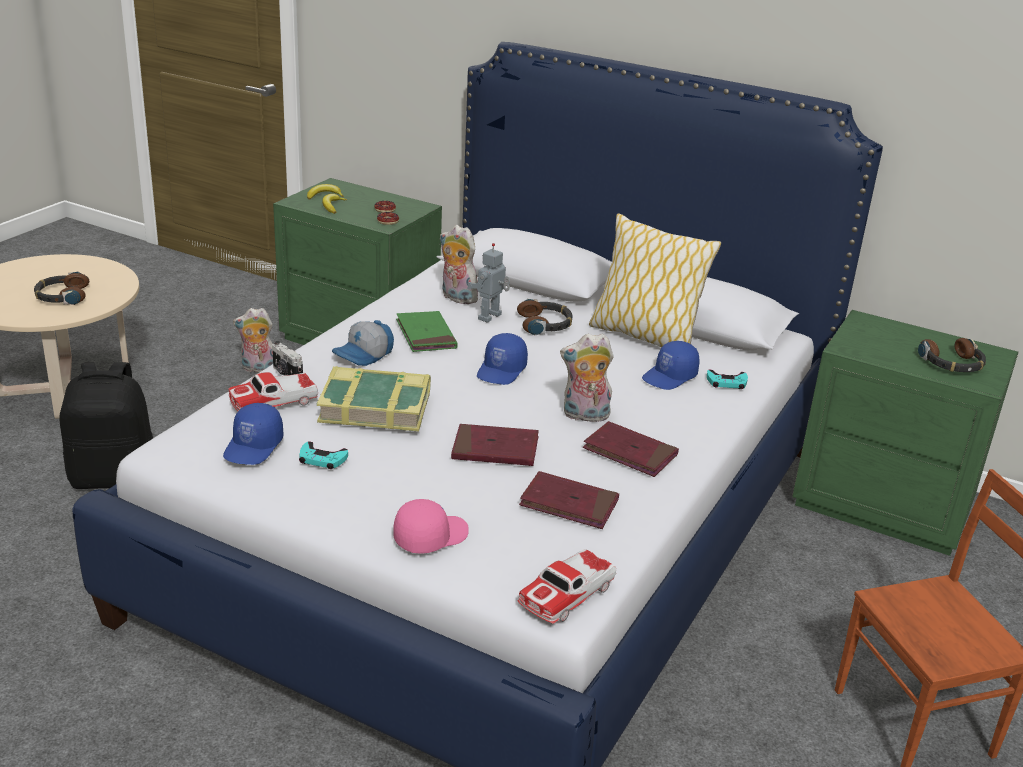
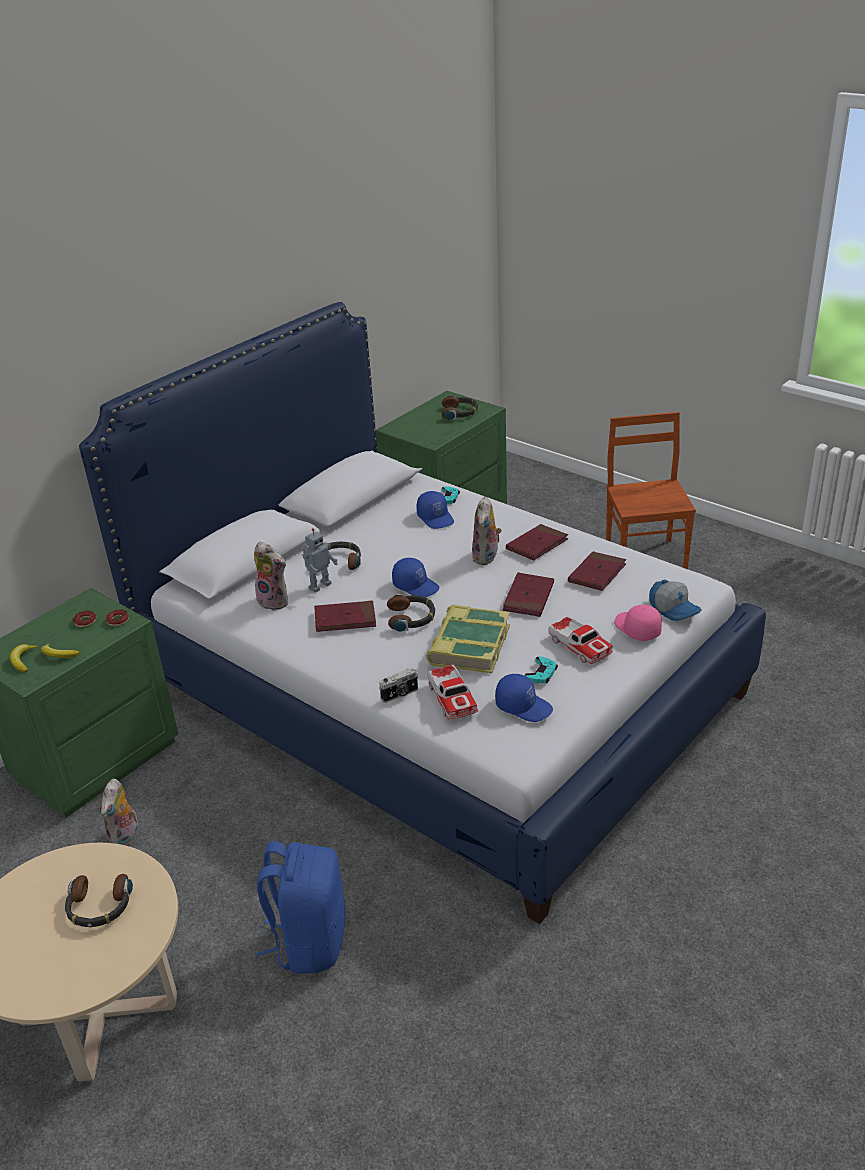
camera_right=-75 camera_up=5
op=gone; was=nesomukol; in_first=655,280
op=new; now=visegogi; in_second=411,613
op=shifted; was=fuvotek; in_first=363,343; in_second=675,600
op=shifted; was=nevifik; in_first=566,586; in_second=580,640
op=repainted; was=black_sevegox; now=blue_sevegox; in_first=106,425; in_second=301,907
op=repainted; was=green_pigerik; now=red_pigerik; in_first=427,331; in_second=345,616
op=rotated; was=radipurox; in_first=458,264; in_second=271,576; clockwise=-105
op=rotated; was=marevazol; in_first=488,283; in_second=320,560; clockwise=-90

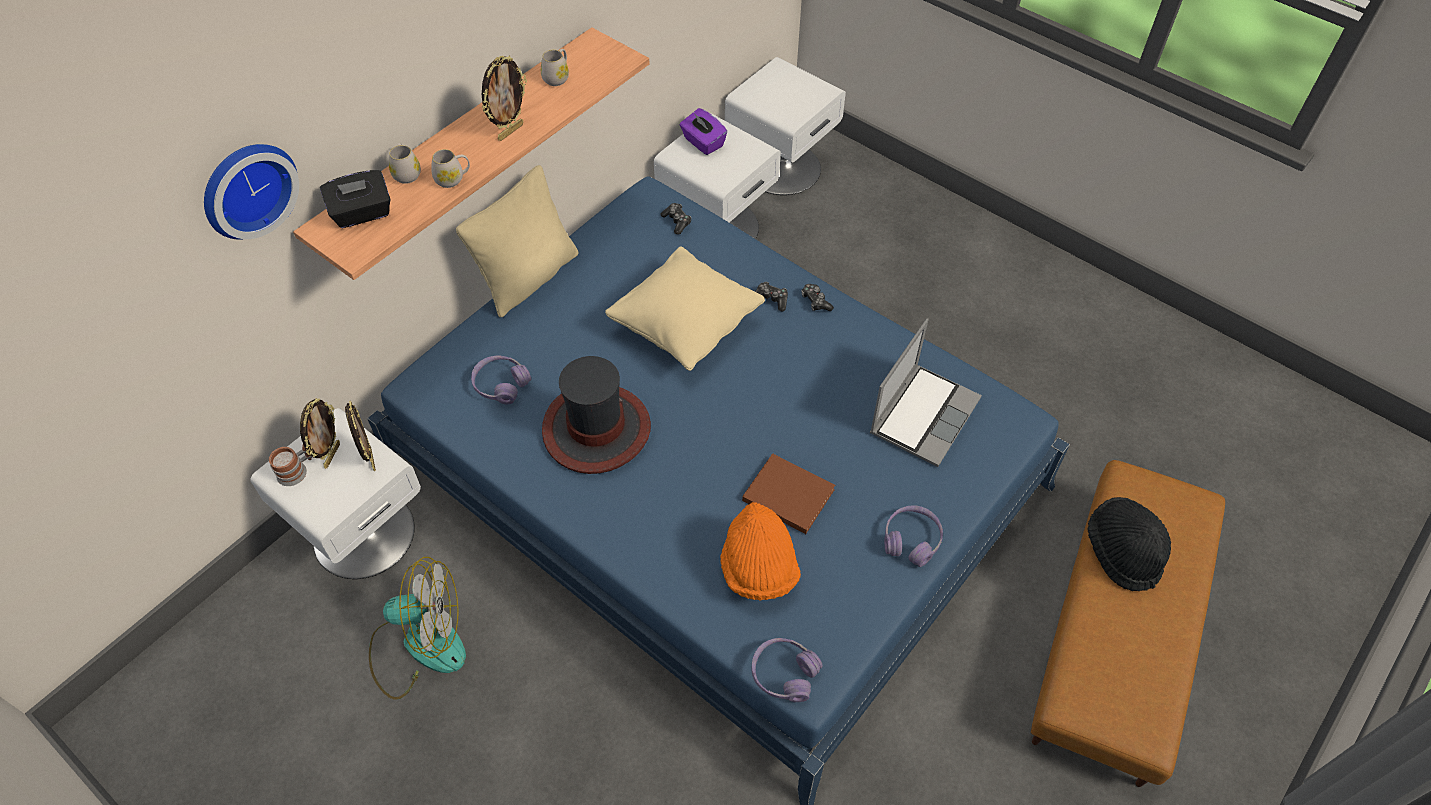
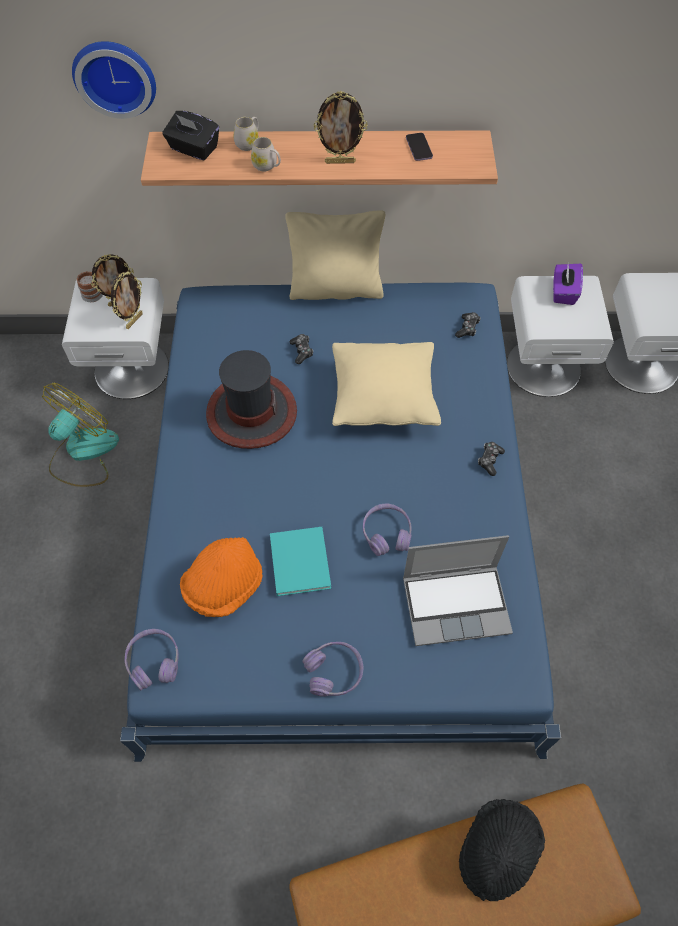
camera_right=50 camera_up=5
op=shifted; was=purple_visegogi; in_first=501,380; in_second=387,530
op=shifted; was=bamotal; in_first=771,297; in_second=301,349
op=swapped; was=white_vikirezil; now=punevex; in_first=555,67; in_second=419,147
op=repainted; was=brown_pigerik; now=turquoise_pigerik; in_first=788,493; in_second=300,561
op=rotated; was=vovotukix; in_first=417,628; in_second=80,435; clockwise=-105

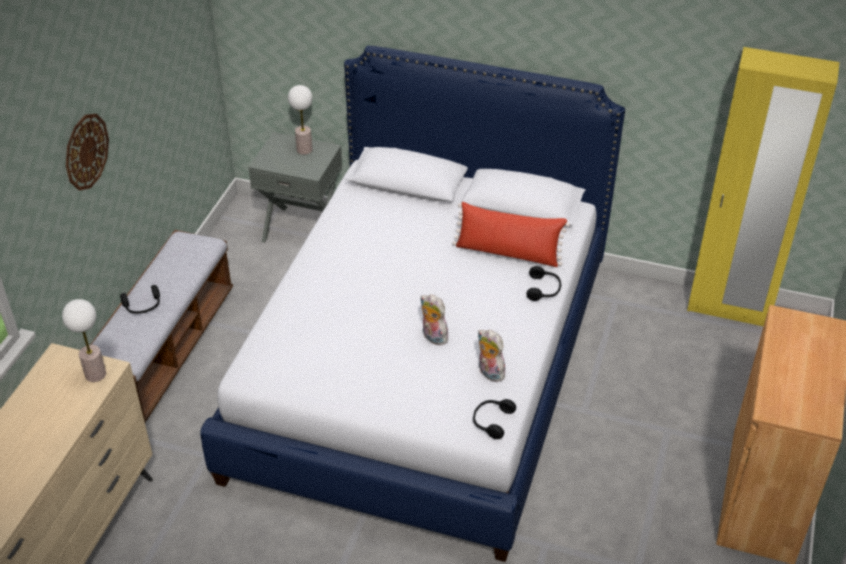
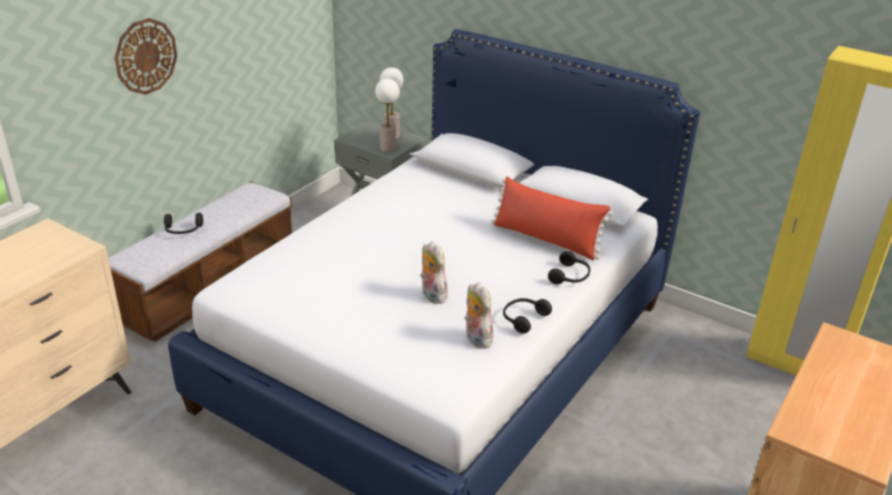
camera_right=15 camera_up=-10
op=shifted; was=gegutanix; in_first=84,340; in_second=387,115
op=shifted; was=black_visegogi; in_first=494,419; in_second=527,316

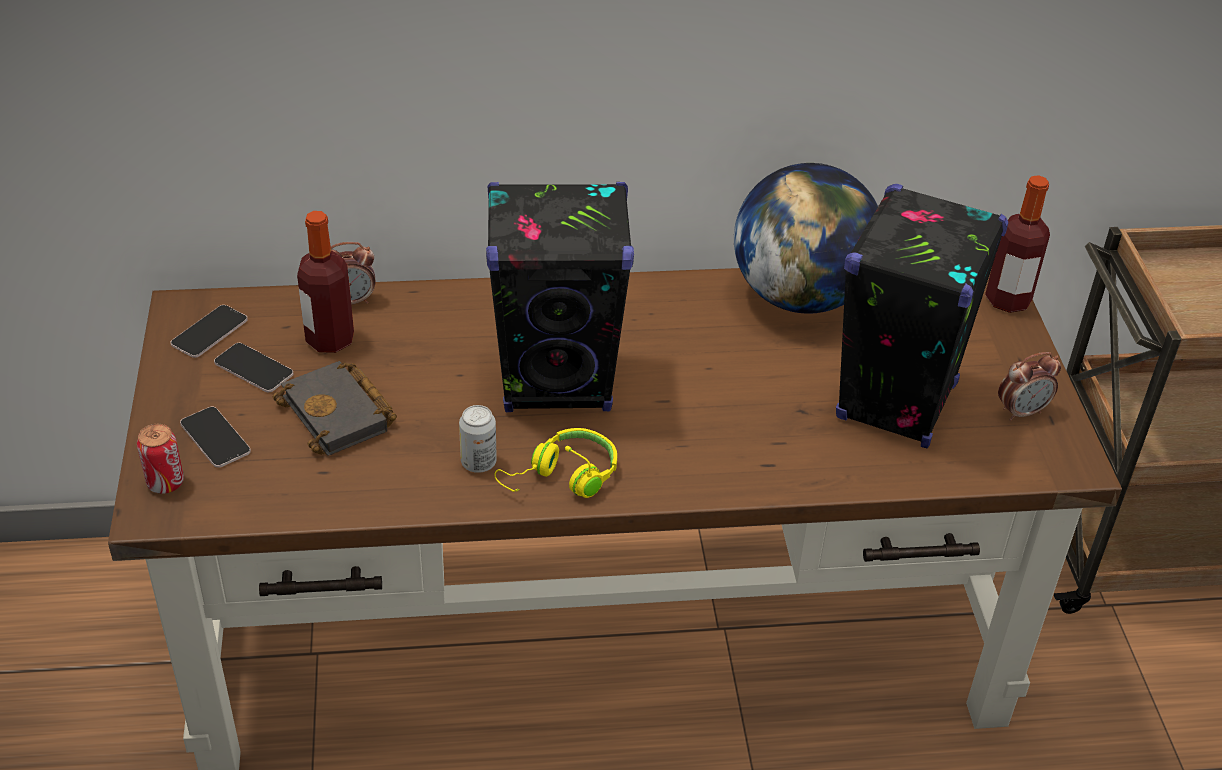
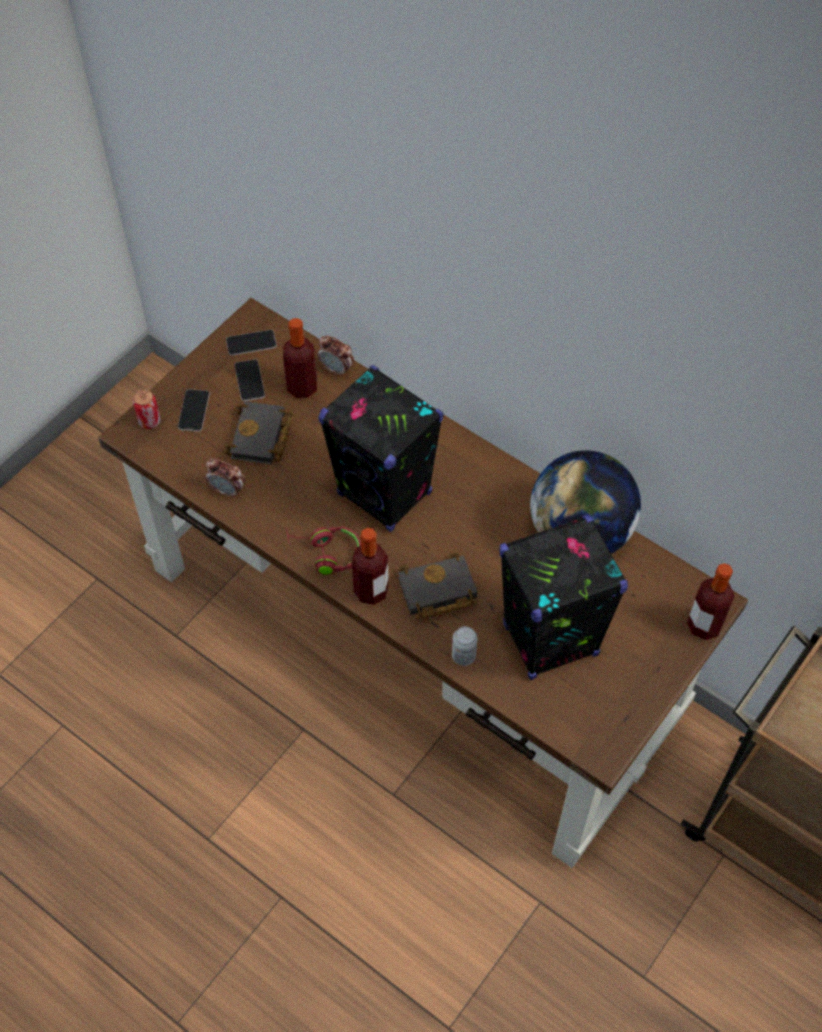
camera_right=45 camera_up=15
op=new; now=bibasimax; in_second=370,566
op=new; now=black_pigerik; in_second=437,586
op=shifted; was=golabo; in_first=477,439; in_second=464,646
op=shifted; was=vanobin; in_first=1029,386; in_second=225,478
op=repainted; was=yellow_visegogi; now=red_visegogi; in_first=555,463; in_second=323,550

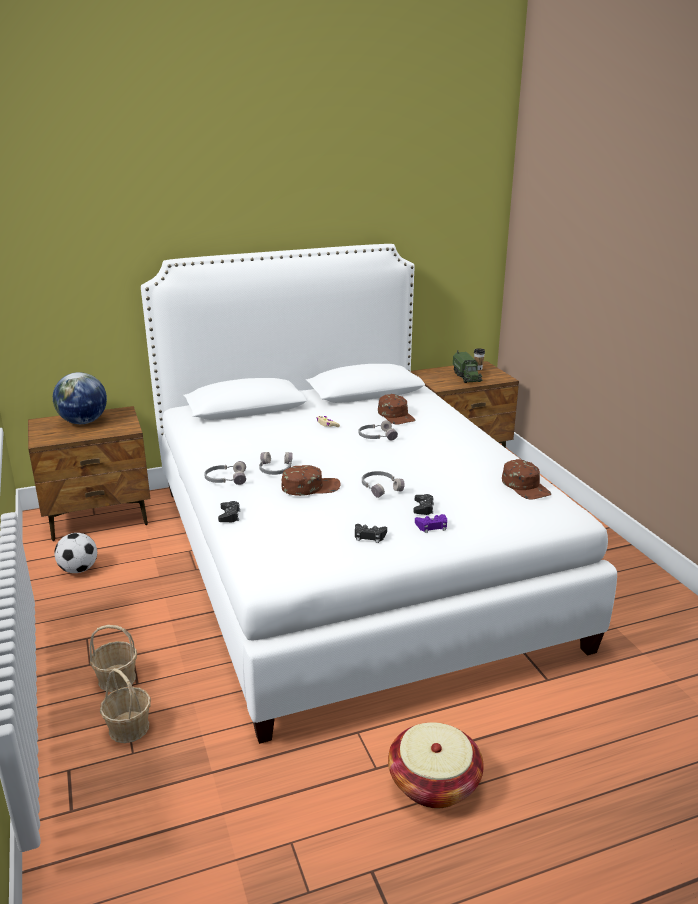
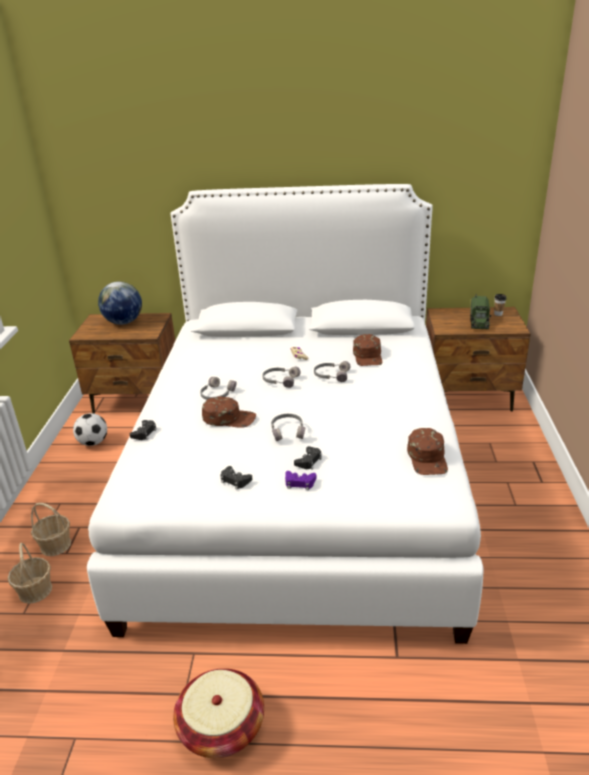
camera_right=25 camera_up=5
op=shifted; was=grey_visegogi; in_first=225,473; in_second=281,377

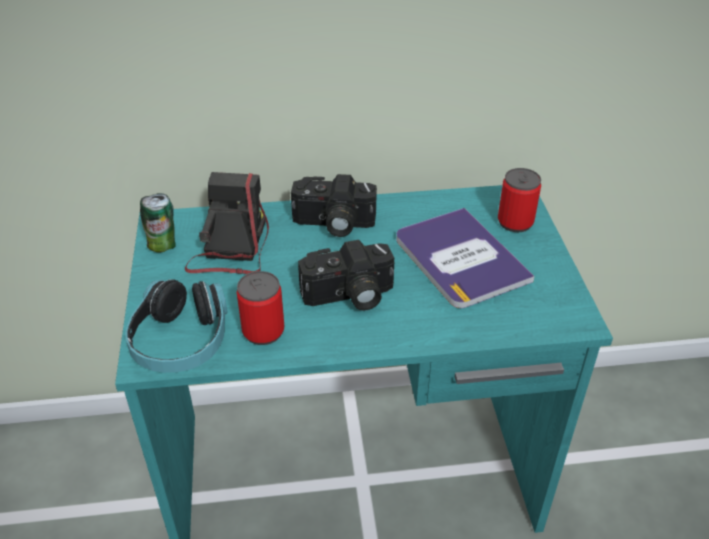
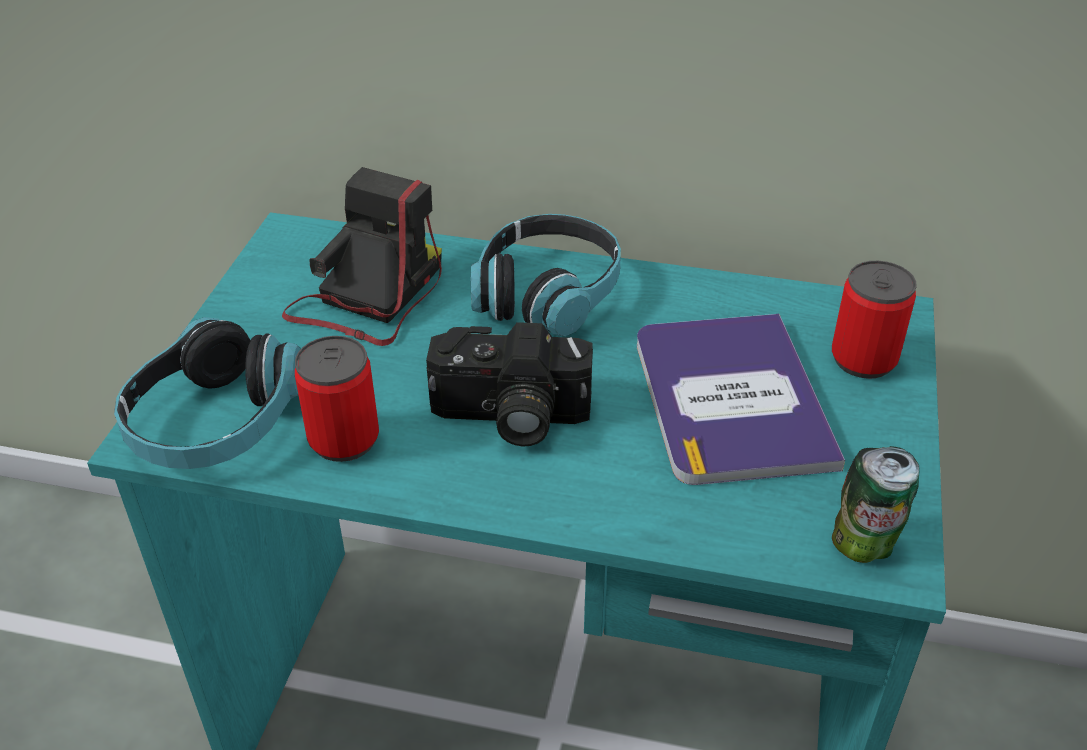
camera_right=20 camera_up=0
op=shifted; was=golabo; in_first=158,222; in_second=875,504
op=swapped; was=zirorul; now=visegogi; in_first=334,205; in_second=546,275

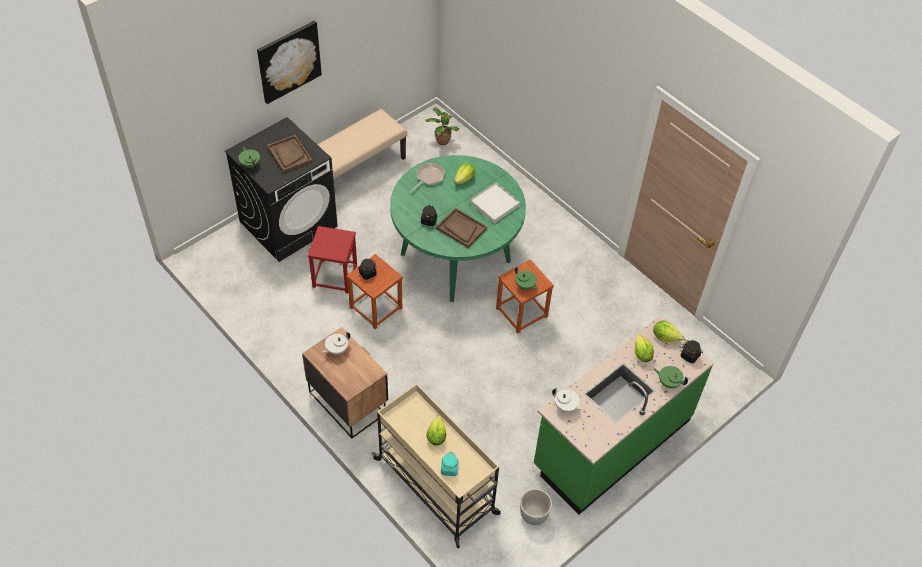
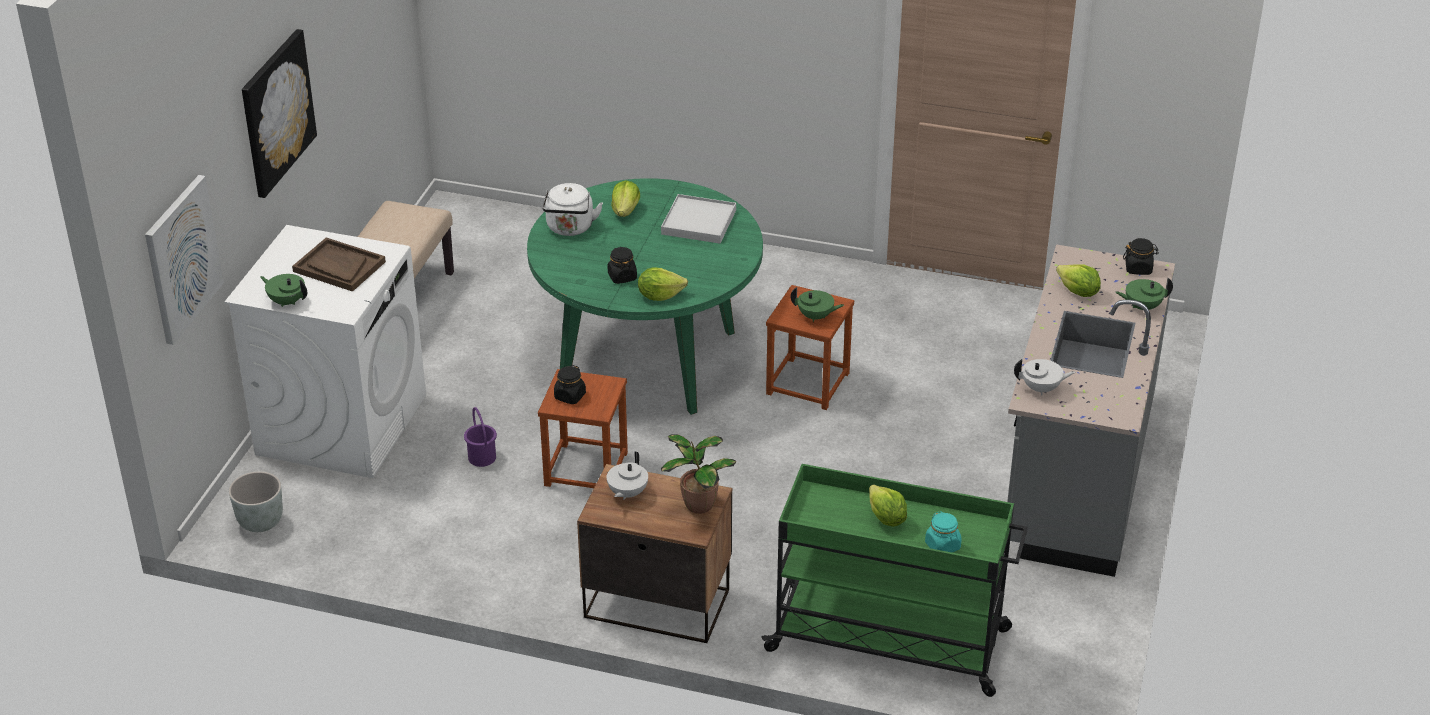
camera_right=-30 camera_up=-15
op=gone; was=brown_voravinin; in_first=461,228
op=new; now=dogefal; in_second=184,260
op=shifted; was=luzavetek; in_first=442,126; in_second=699,474
op=shifted; was=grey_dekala; in_first=536,507; in_second=256,501
op=shifted; was=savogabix; in_first=668,331; in_second=663,284
op=swapped; was=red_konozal; now=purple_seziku; in_first=332,259; in_second=480,437
op=swapped; was=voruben; now=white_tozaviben; in_first=427,177; in_second=572,209
op=repainted; was=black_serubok; now=white_serubok; in_first=281,189; in_second=325,351
op=repainted; was=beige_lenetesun; now=green_lenetesun; in_first=436,465; in_second=894,580
op=repainted; was=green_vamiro; now=grey_vamiro; in_first=624,415; in_second=1091,411

